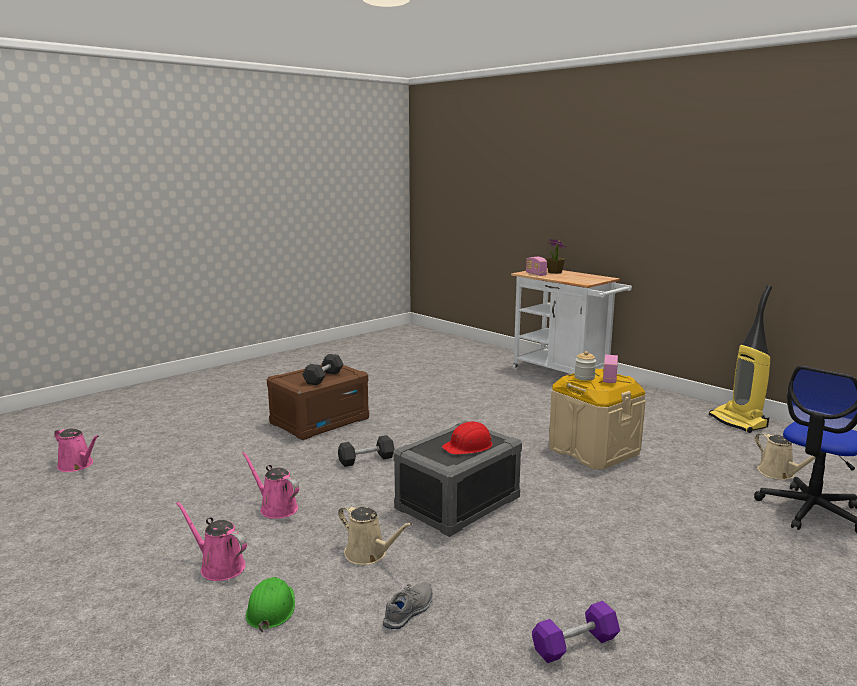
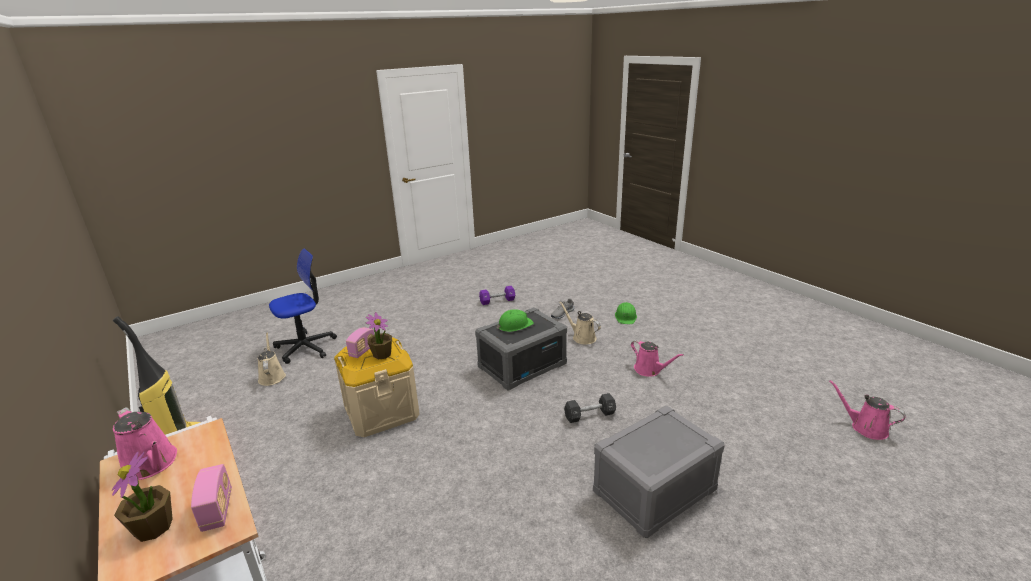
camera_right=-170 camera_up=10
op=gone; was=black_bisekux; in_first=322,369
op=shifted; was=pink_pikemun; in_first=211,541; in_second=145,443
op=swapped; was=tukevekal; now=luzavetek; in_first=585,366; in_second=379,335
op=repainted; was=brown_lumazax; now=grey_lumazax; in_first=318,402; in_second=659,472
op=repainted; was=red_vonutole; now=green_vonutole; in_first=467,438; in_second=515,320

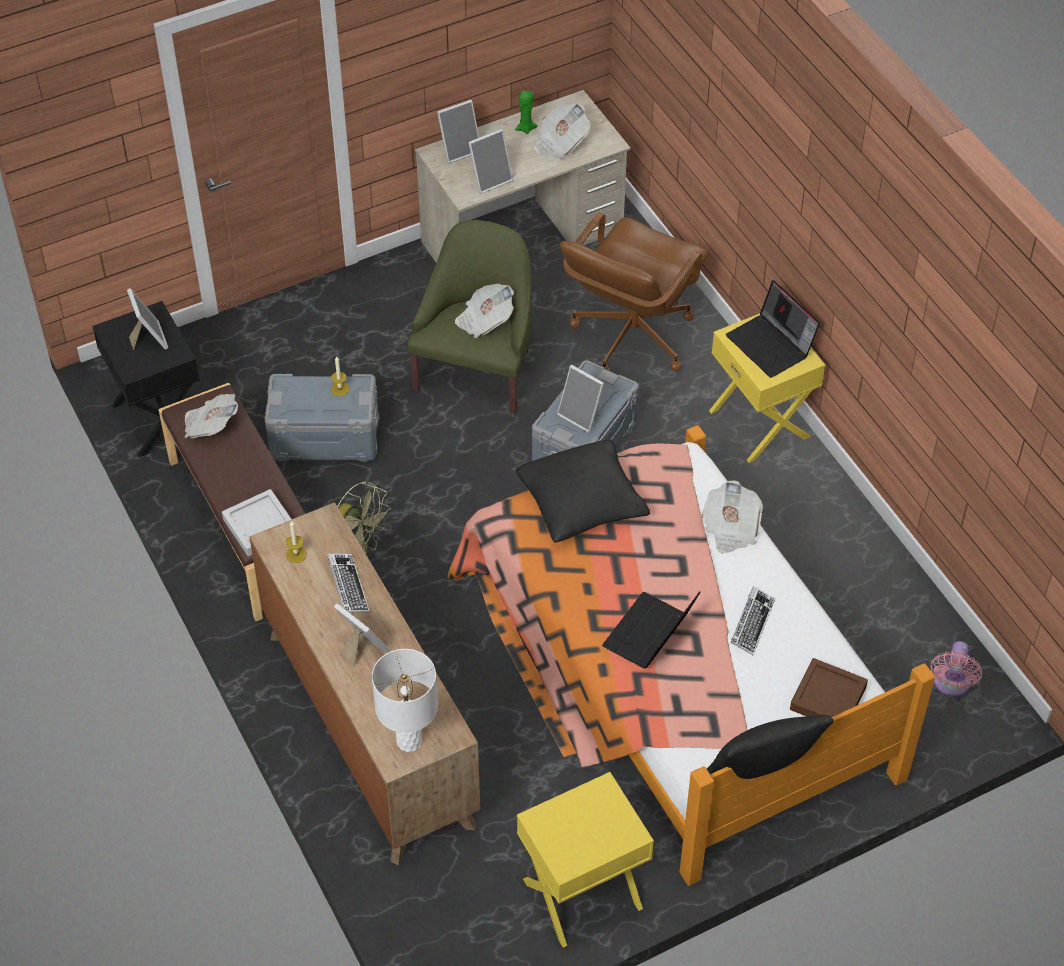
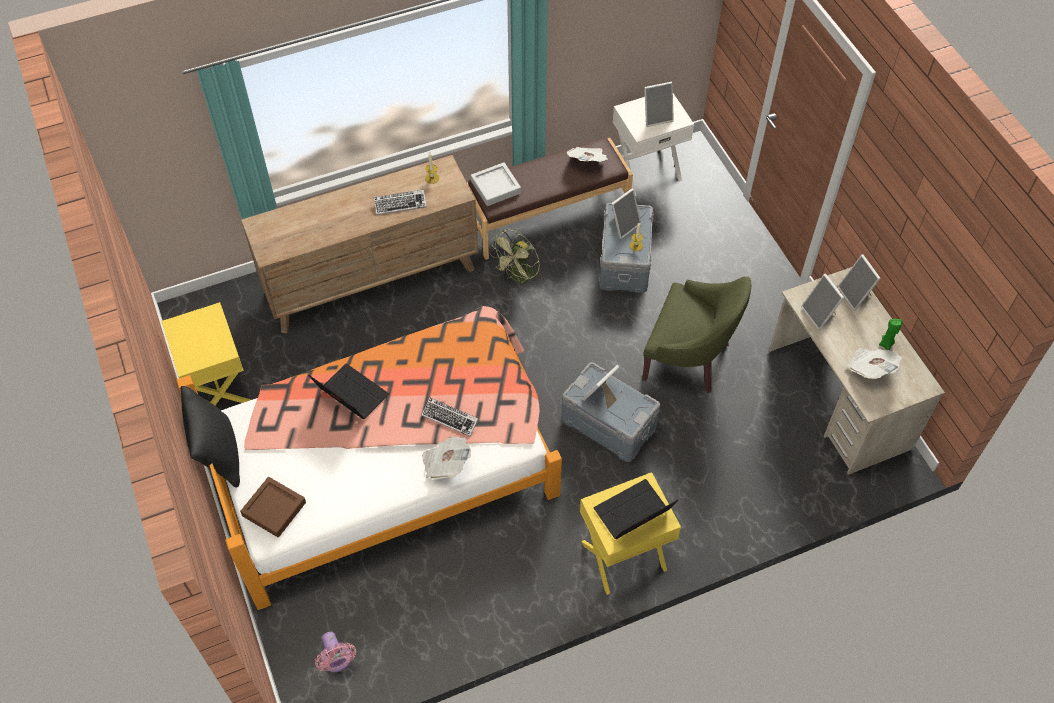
camera_right=95 camera_up=5
op=gone; was=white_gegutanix; in_first=405,700
op=gone; was=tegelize; in_first=484,310
op=gone; was=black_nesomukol; in_first=583,491
op=gone; was=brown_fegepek; in_first=634,291
op=shifted; was=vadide; in_first=362,635; in_second=625,213
op=shifted; was=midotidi; in_first=752,620; in_second=450,417
op=repainted; was=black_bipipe; now=white_bipipe; in_first=146,379; in_second=653,144
op=rotated; was=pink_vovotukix; in_first=956,669; in_second=336,652; clockwise=-135

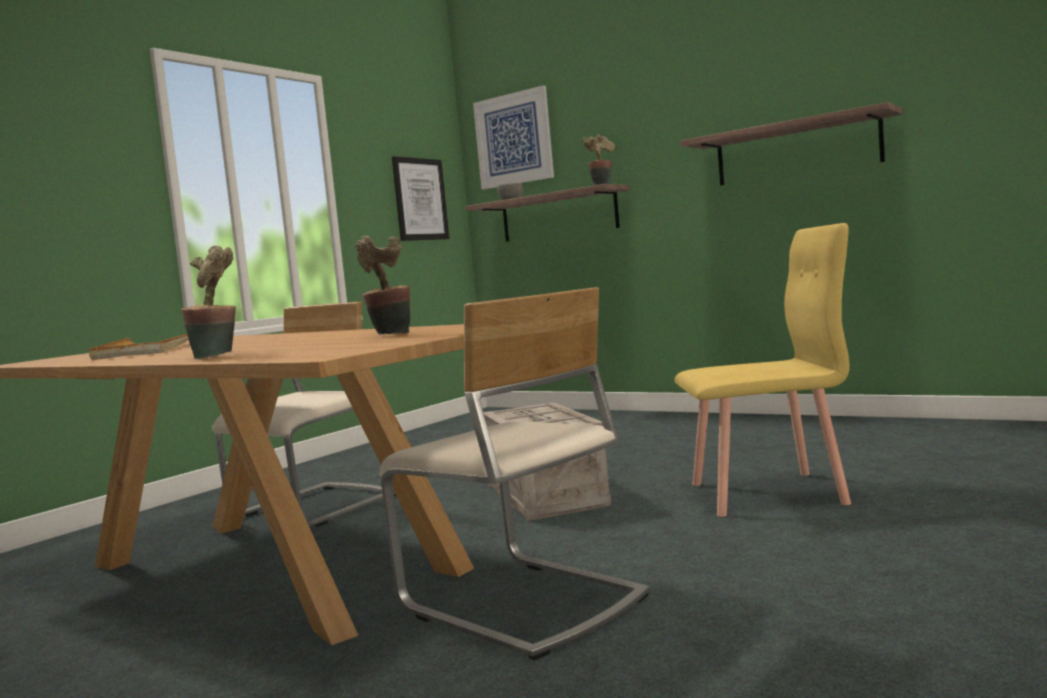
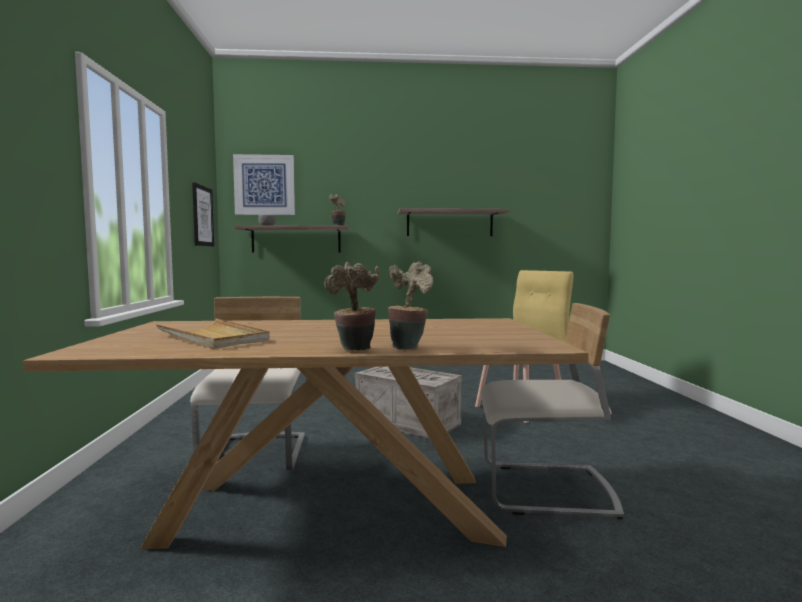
camera_right=-40 camera_up=0
op=shifted; was=luzavetek; in_first=382,285; in_second=352,306

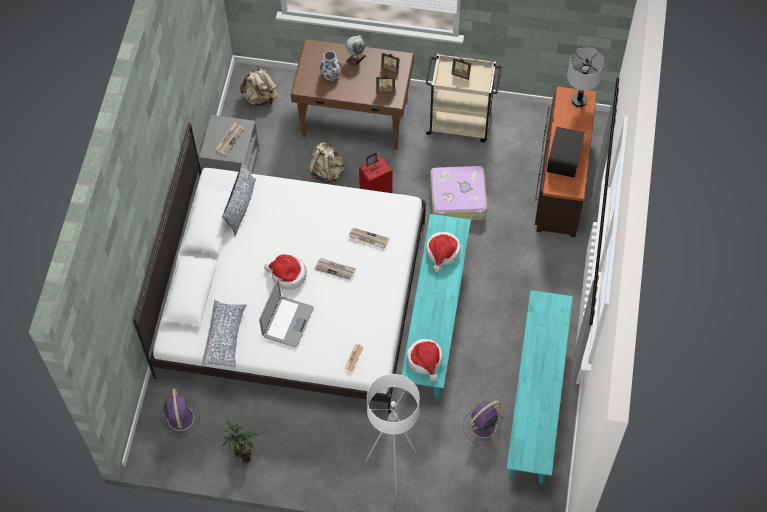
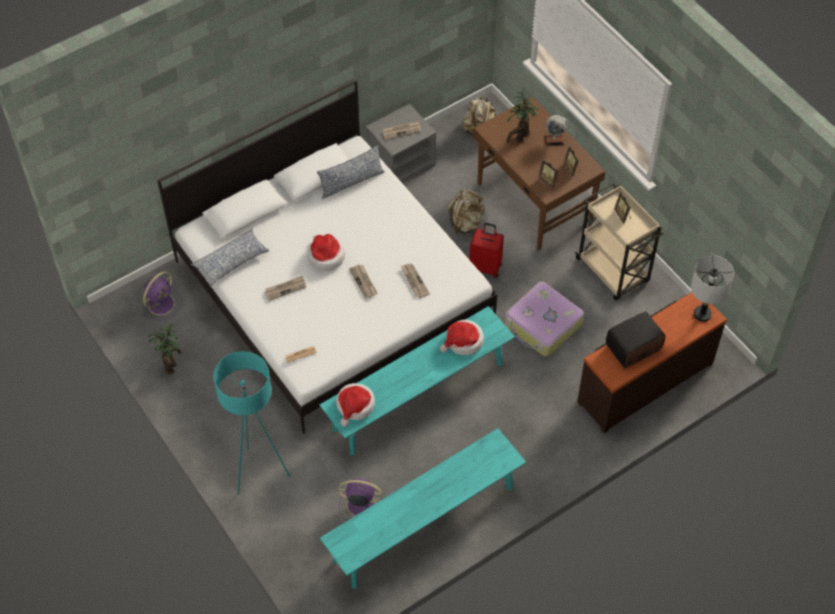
camera_right=45 camera_up=-5
op=swapped; was=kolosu; now=tegelize; in_first=286,313; in_second=285,288
op=swapped; was=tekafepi; now=luzavetek; in_first=331,66; in_second=522,116
op=repainted; was=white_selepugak; now=turquoise_selepugak; in_first=392,435; in_second=252,423

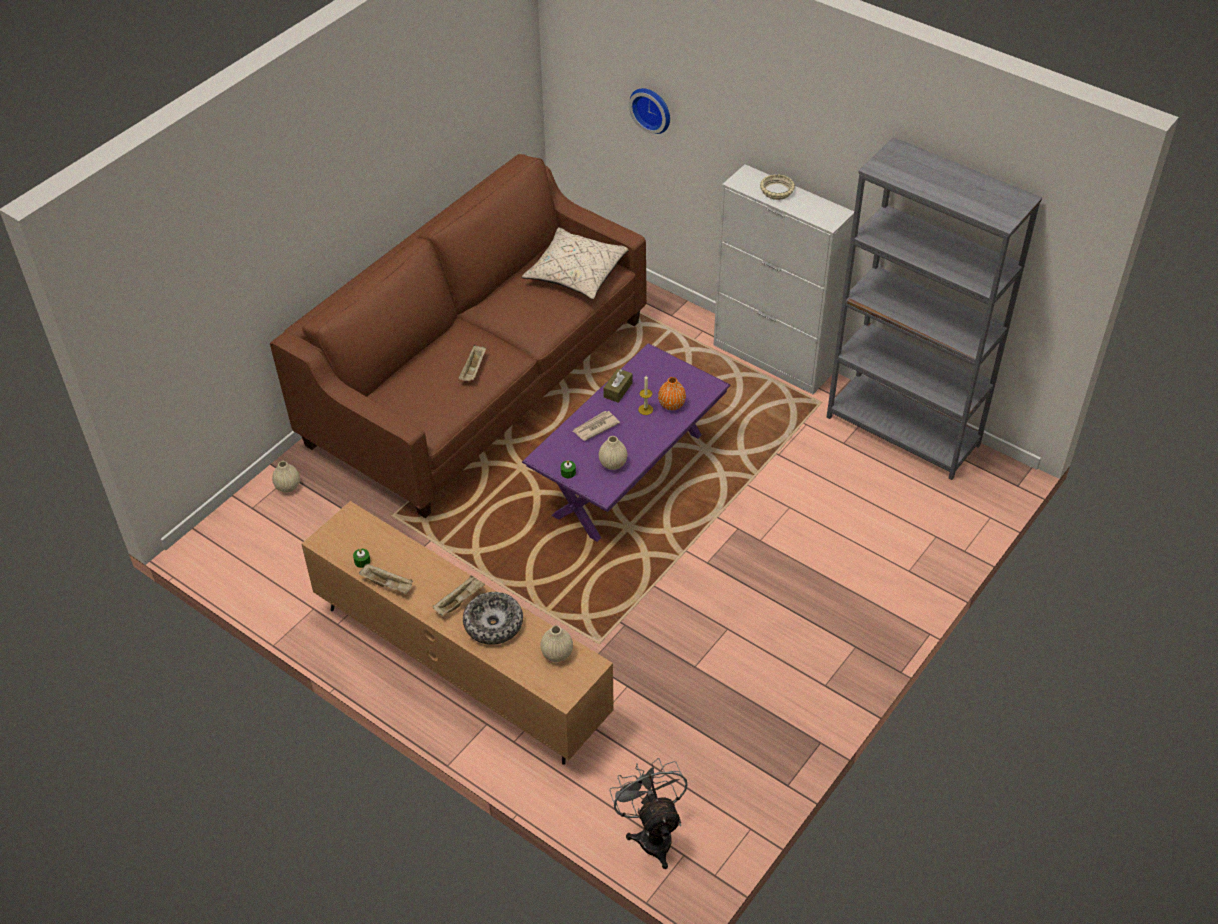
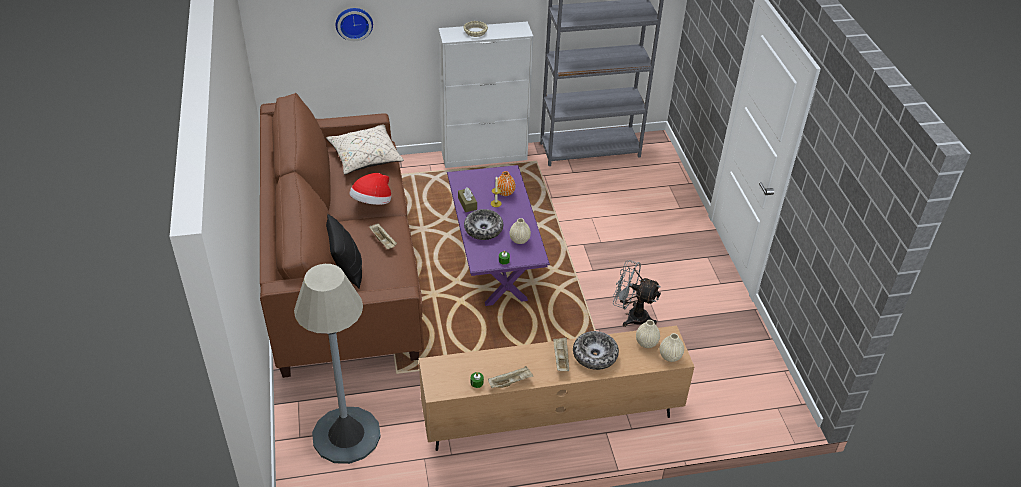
camera_right=-50 camera_up=-5
op=new; now=grey_selepugak; in_second=337,364
op=new; now=black_nesomukol; in_second=344,251
op=new; now=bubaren; in_second=370,189
op=shifted; was=beige_tekafepi; in_first=286,477; in_second=672,347
op=shifted; was=grey_vovotukix; in_first=648,813; in_second=637,293
op=swapped; was=tegelize; now=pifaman; in_first=596,426; in_second=483,224

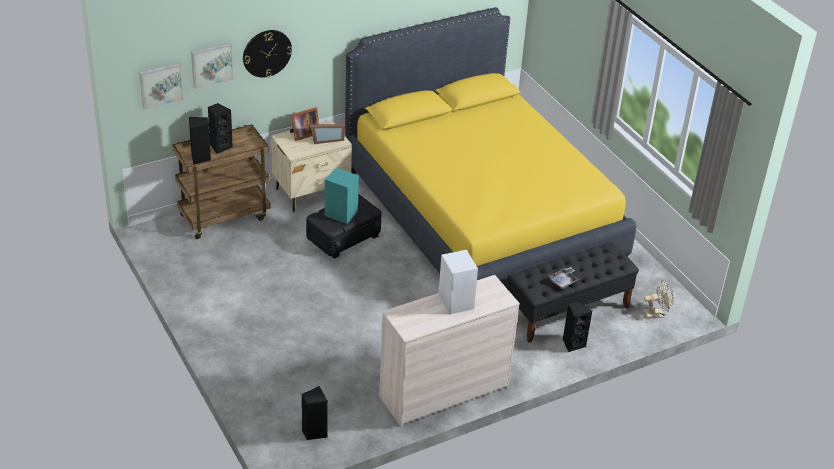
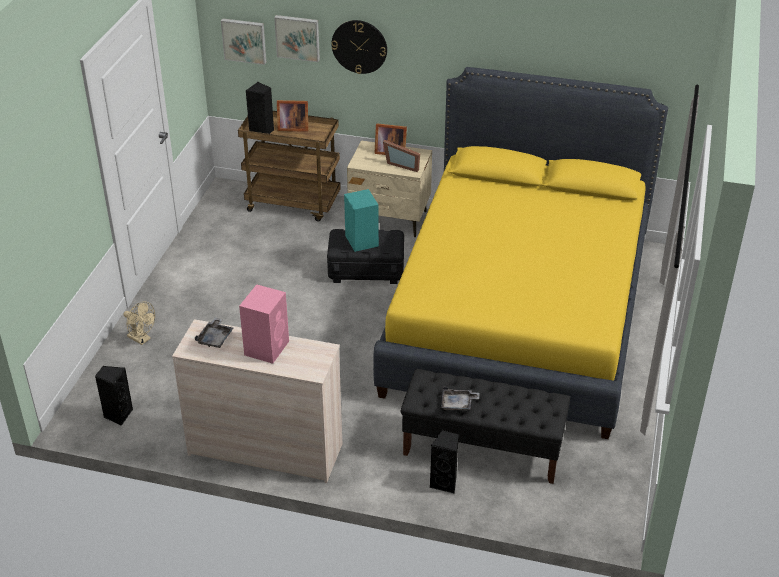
camera_right=45 camera_up=0
op=new; now=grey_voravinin; in_second=214,333
op=shifted; was=beige_vovotukix; in_first=659,299; in_second=139,323
op=swapped; was=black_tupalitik; now=vadide; in_first=220,128; in_second=292,116
op=repainted; was=white_tupalitik; now=pink_tupalitik; in_first=458,282; in_second=264,324

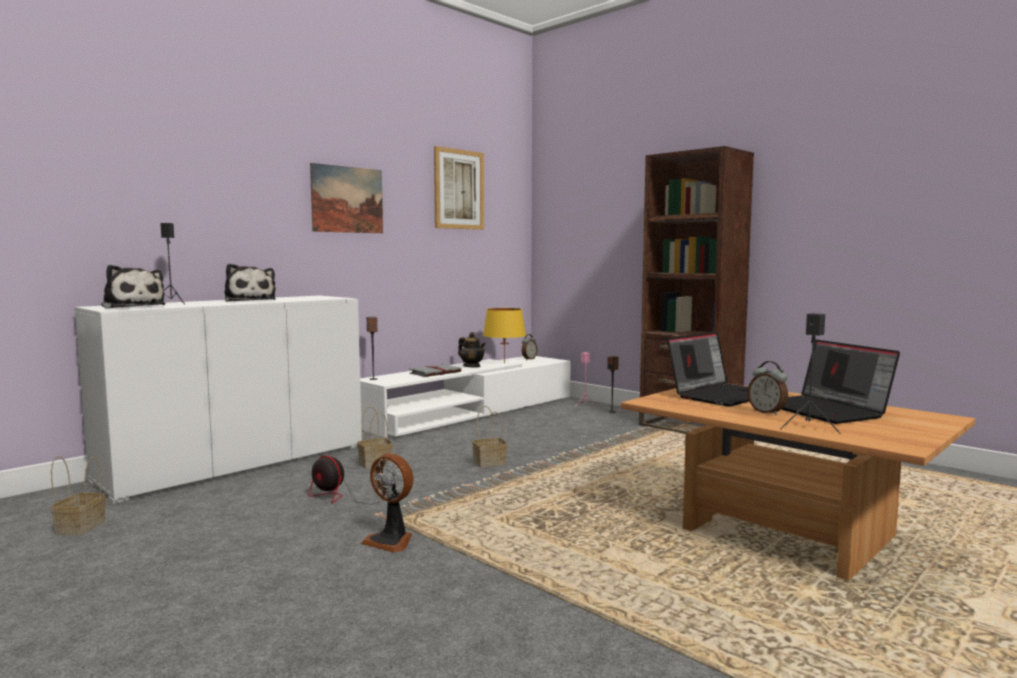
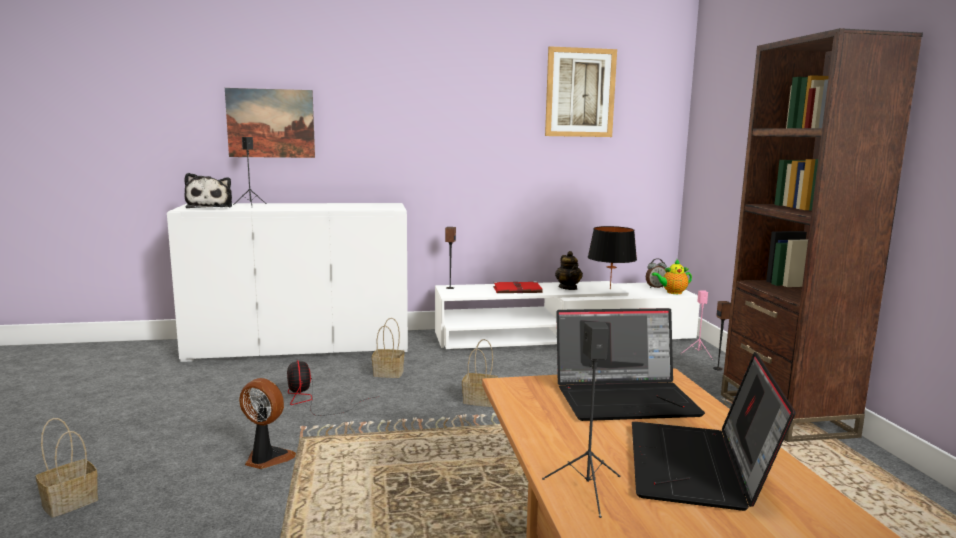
camera_right=35 camera_up=5
op=gone; was=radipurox; in_first=250,282
op=gone; was=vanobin; in_first=768,388
op=new; now=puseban; in_second=672,276
op=shifted; was=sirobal; in_first=78,495; in_second=67,468
op=shifted; was=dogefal; in_first=346,198; in_second=270,123
op=repainted; was=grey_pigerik; now=red_pigerik; in_first=435,370; in_second=518,287
op=repainted; was=yellow_gegutanix; now=black_gegutanix; in_first=504,336; in_second=612,257
op=rotated; was=vovotukix; in_first=387,503; in_second=267,423; clockwise=135

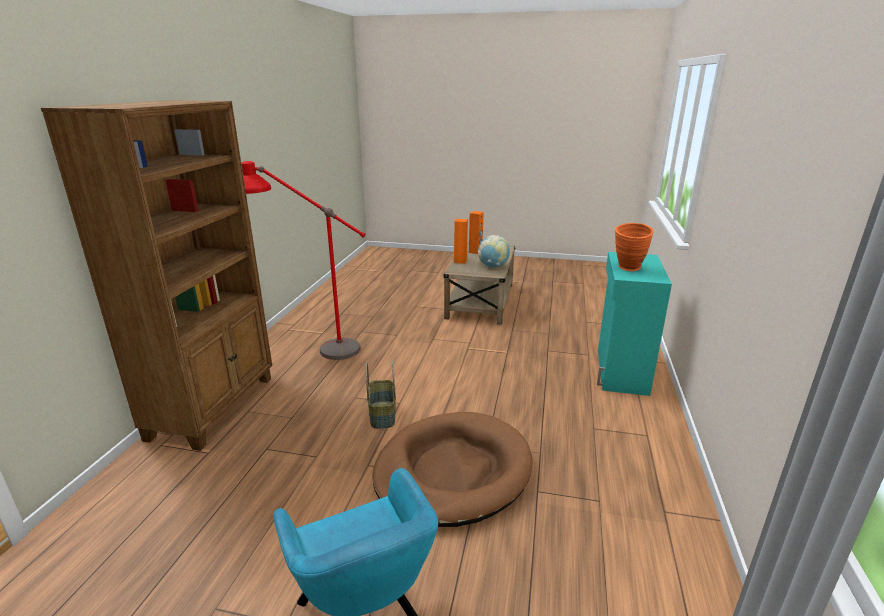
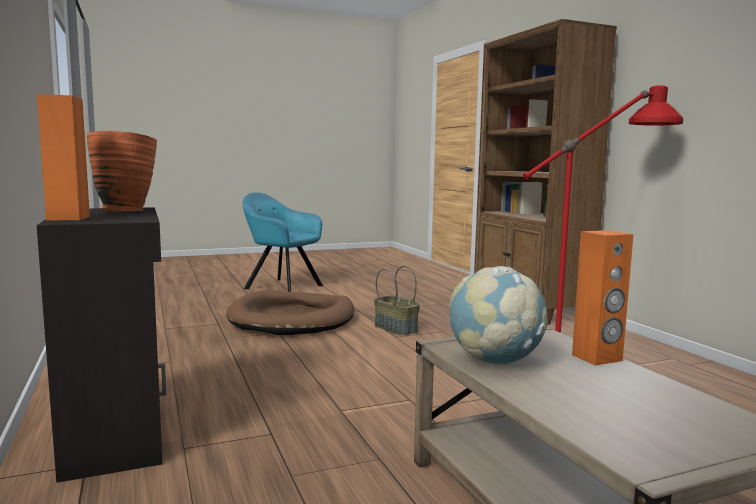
camera_right=145 camera_up=-15
op=shifted; was=orange_tupalitik; in_first=476,232; in_second=63,157
op=repainted; was=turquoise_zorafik; now=black_zorafik; in_first=634,324; in_second=101,345

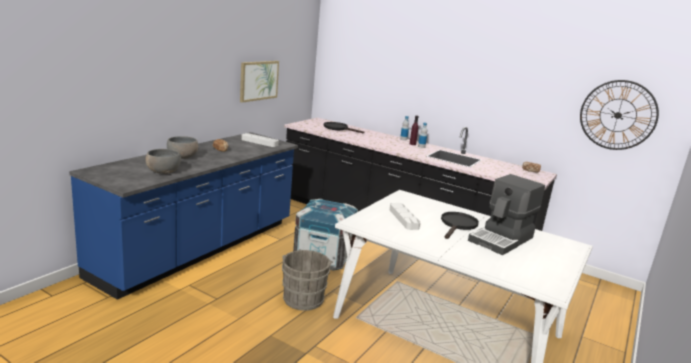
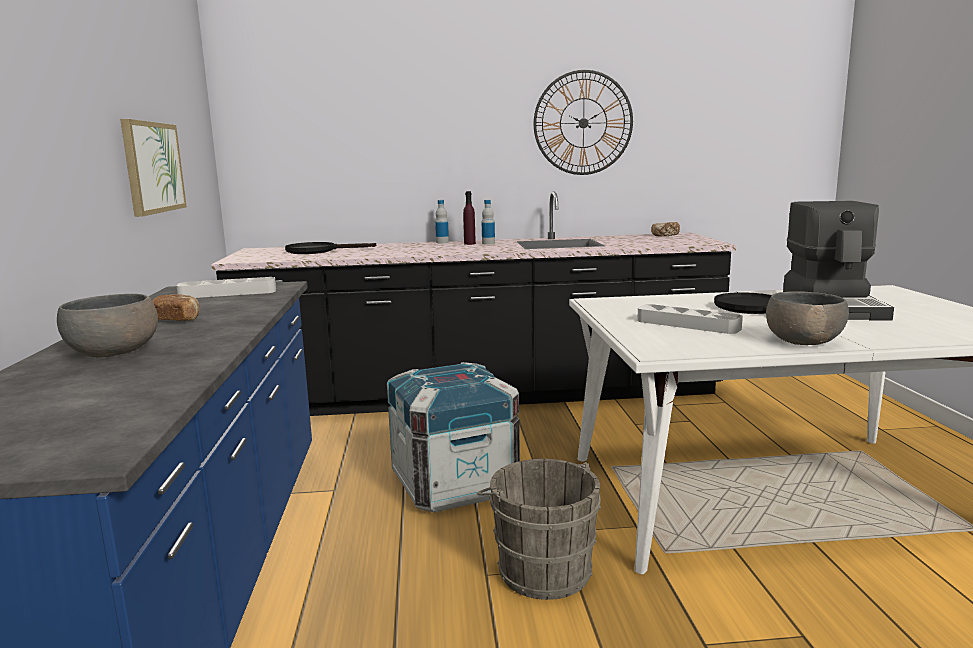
camera_right=-35 camera_up=-5
op=shifted; was=grey_pifaman; in_first=163,161; in_second=807,318
op=shifted; was=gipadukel; in_first=619,115; in_second=583,122

